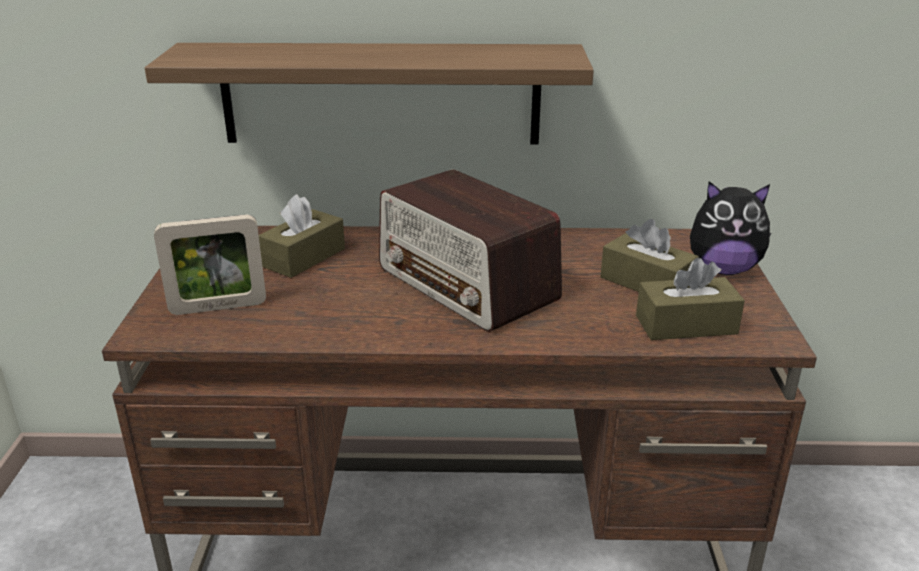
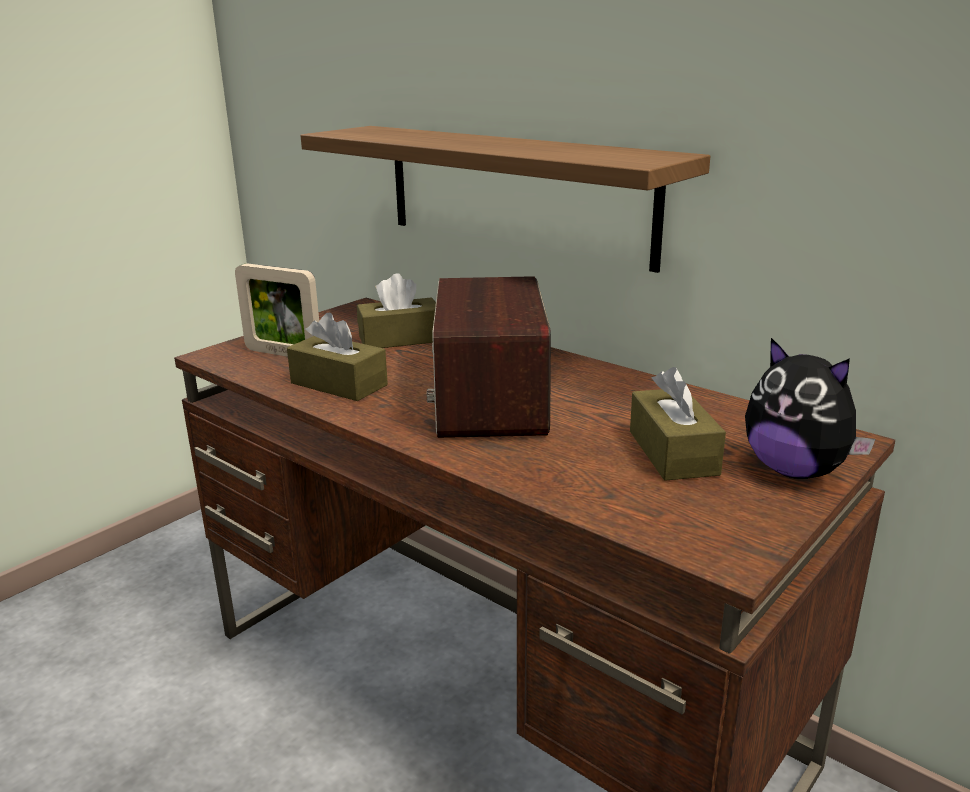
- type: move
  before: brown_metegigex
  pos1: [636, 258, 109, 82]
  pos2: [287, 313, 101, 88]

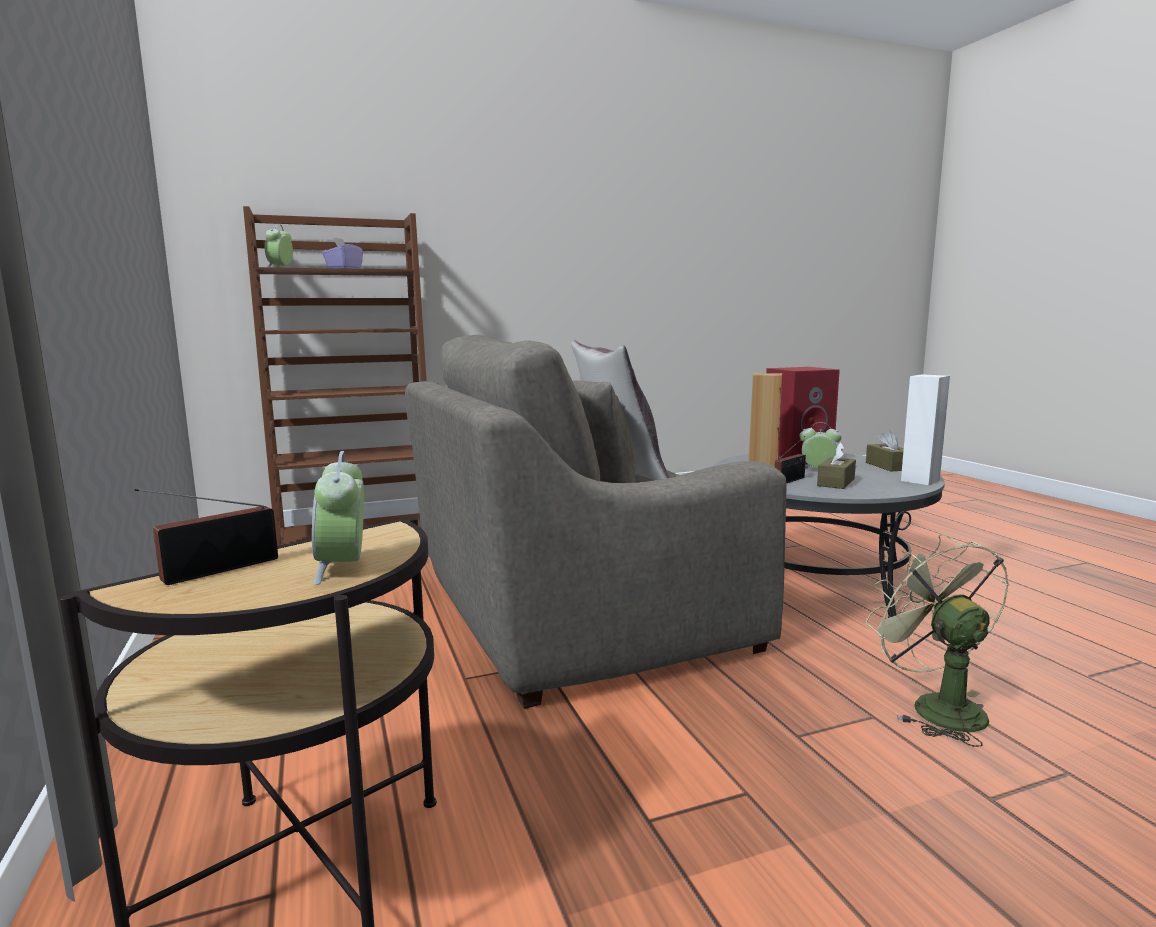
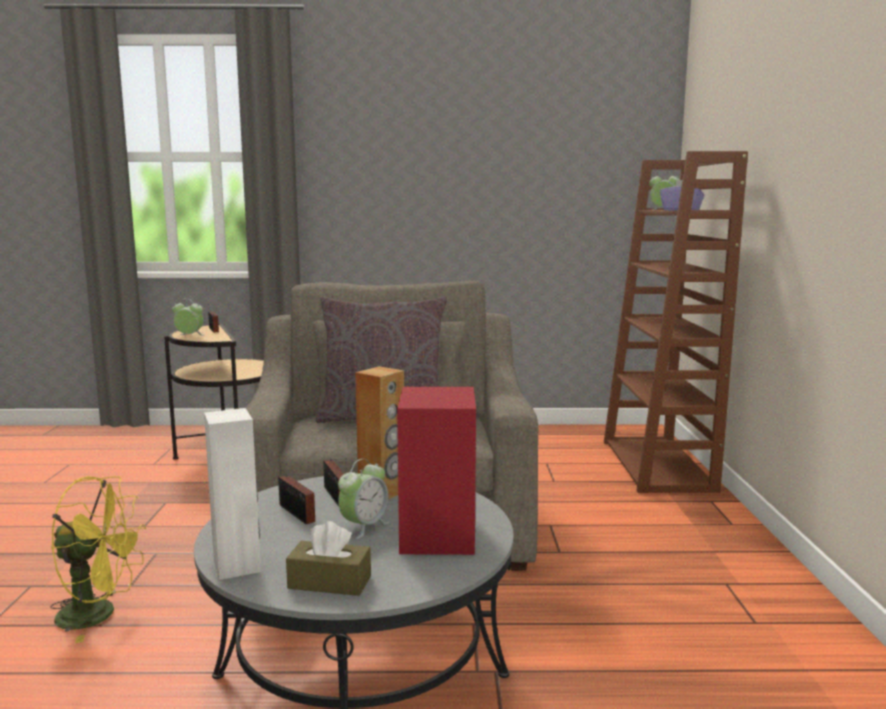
- type: recolor
  before: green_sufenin
  after: yellow_sufenin
  pos1: [865, 534, 144, 213]
  pos2: [51, 476, 95, 167]
- type: replace
  before: brown_metegigex
  after: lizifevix
  pos1: [817, 442, 39, 47]
  pos2: [278, 472, 37, 52]

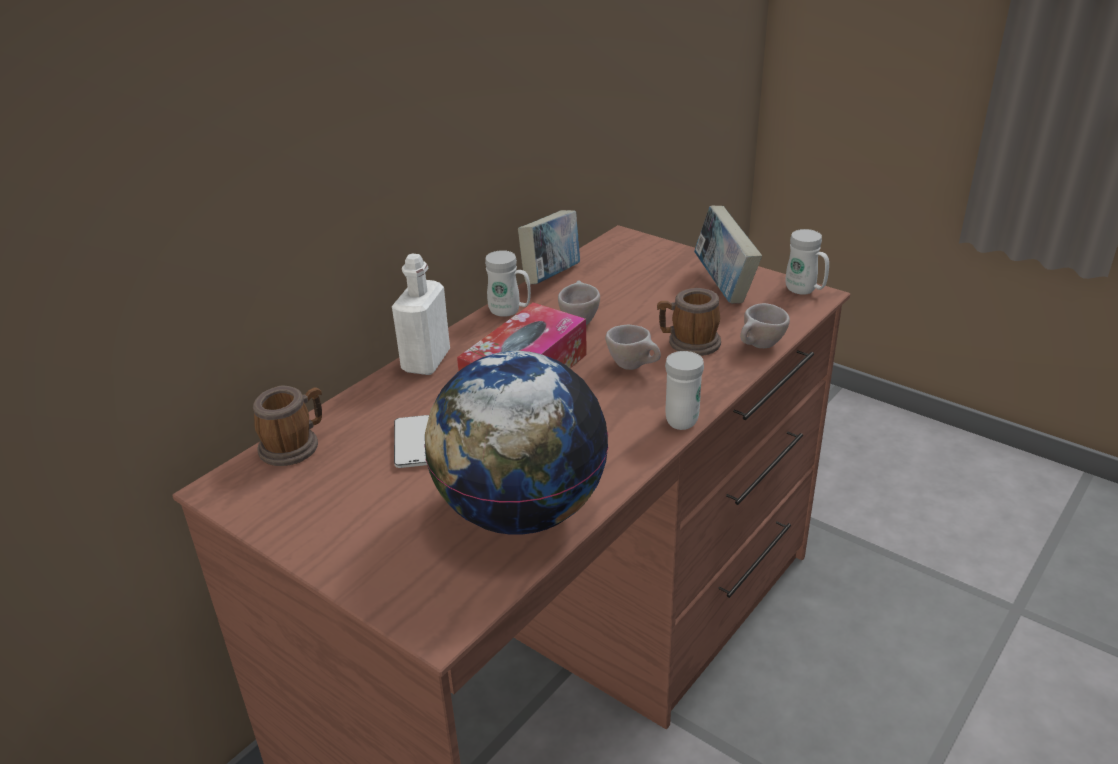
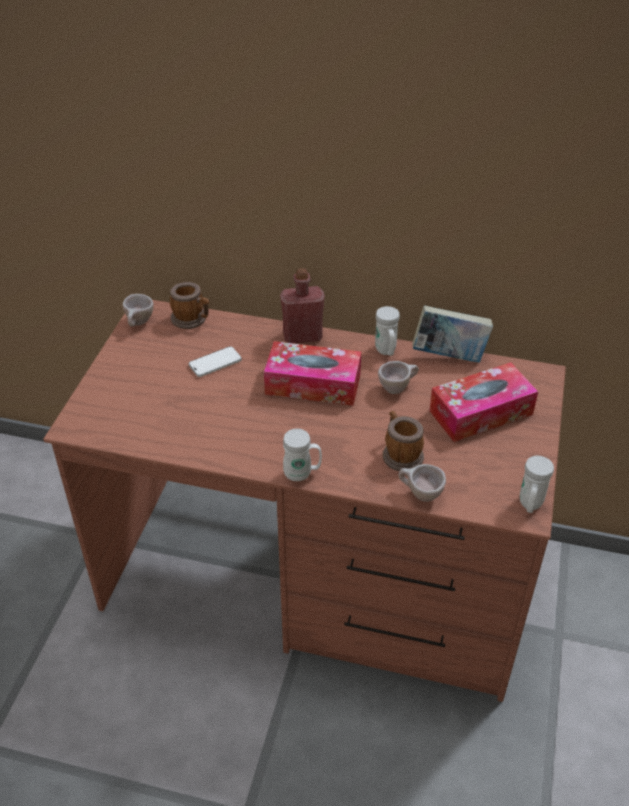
- type: move
  before: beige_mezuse
  pos1: [605, 325, 56, 45]
  pos2: [123, 294, 31, 33]
- type: recolor
  before: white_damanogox
  after: red_damanogox
  pos1: [392, 254, 58, 121]
  pos2: [280, 268, 45, 75]
- type: insert
  after: metegigex
  pos2: [429, 362, 109, 80]
- type: delete
  before: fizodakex
  pos1: [424, 351, 185, 184]
- type: delete
  before: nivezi
  pos1: [694, 206, 68, 98]

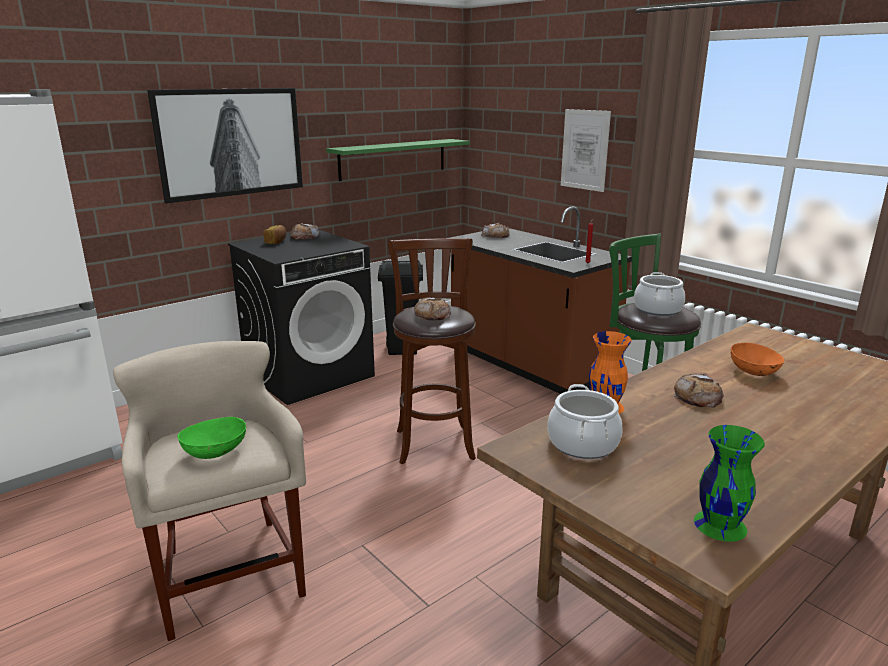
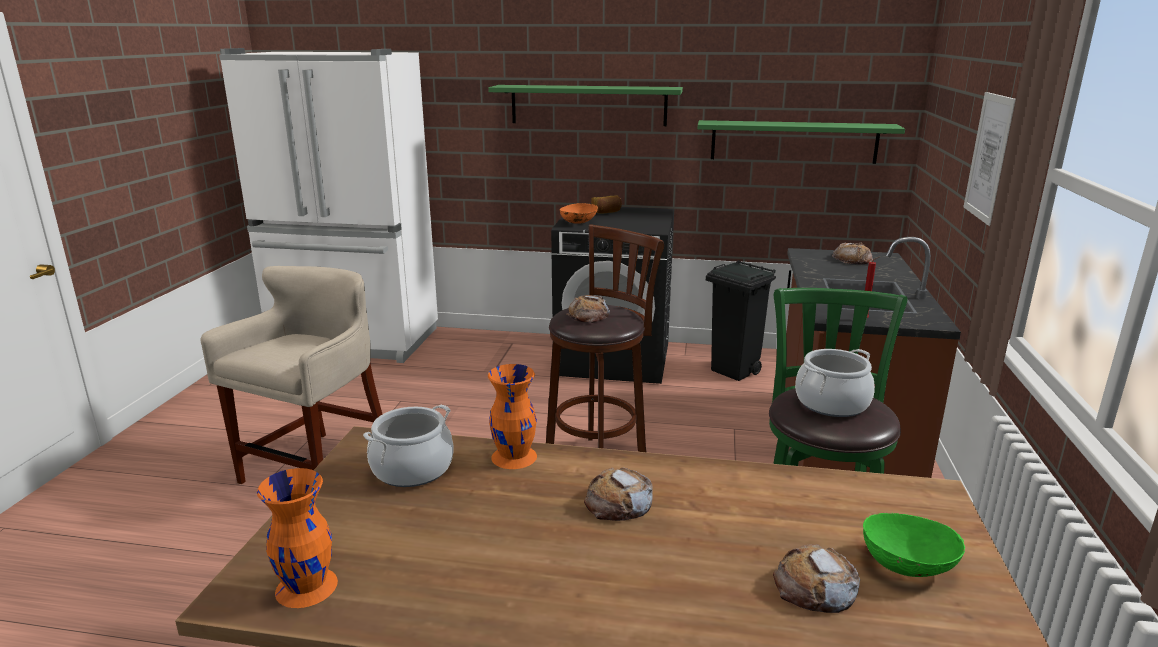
- type: recolor
  before: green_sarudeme
  after: orange_sarudeme
  pos1: [694, 425, 71, 117]
  pos2: [257, 468, 81, 140]
- type: replace
  before: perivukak
  after: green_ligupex
  pos1: [147, 88, 156, 115]
  pos2: [488, 85, 195, 41]
- type: move
  before: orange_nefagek
  pos1: [731, 343, 54, 33]
  pos2: [560, 203, 38, 21]
- type: move
  before: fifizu
  pos1: [291, 223, 28, 17]
  pos2: [773, 544, 87, 69]
- type: move
  before: green_nefagek
  pos1: [178, 417, 68, 42]
  pos2: [863, 512, 102, 65]

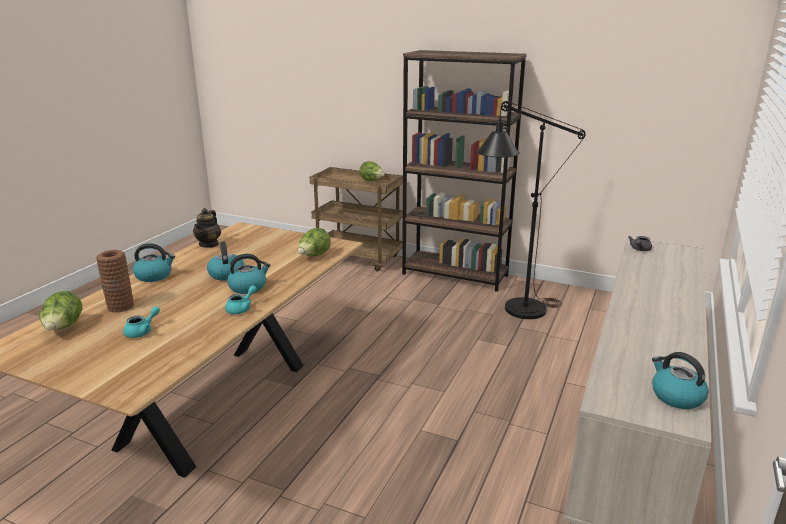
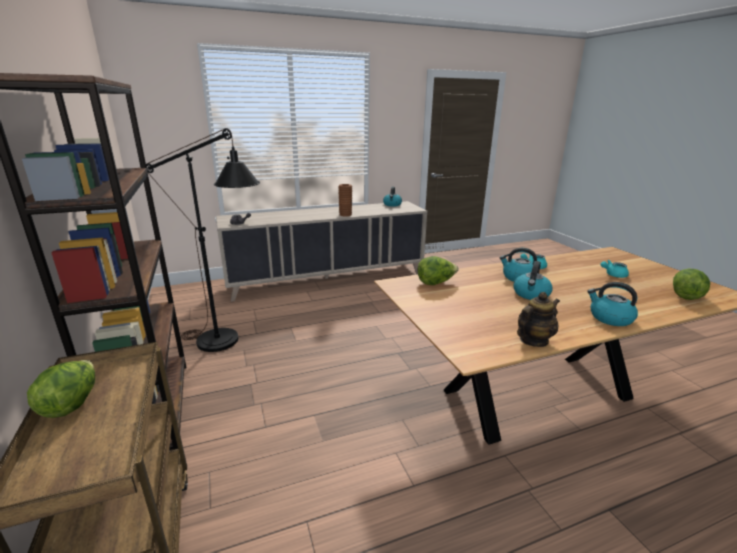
- type: move
  before: brown_sarudeme
  pos1: [96, 250, 38, 63]
  pos2: [339, 184, 13, 33]

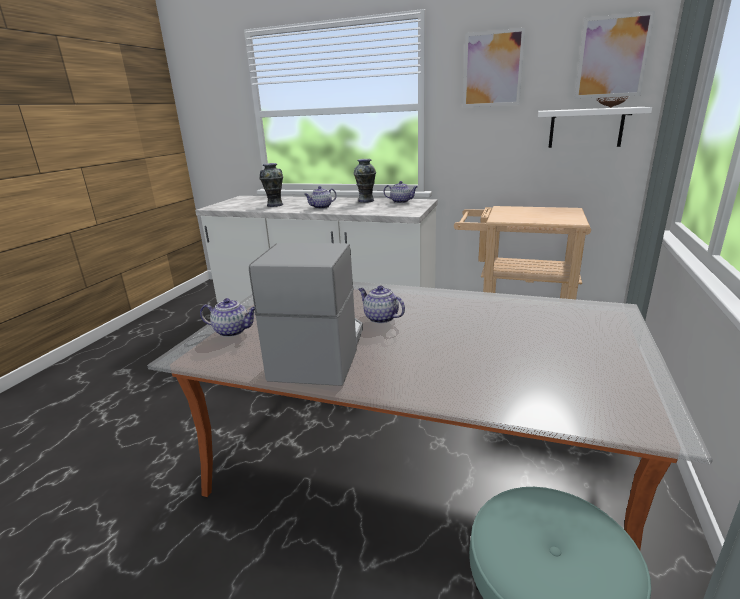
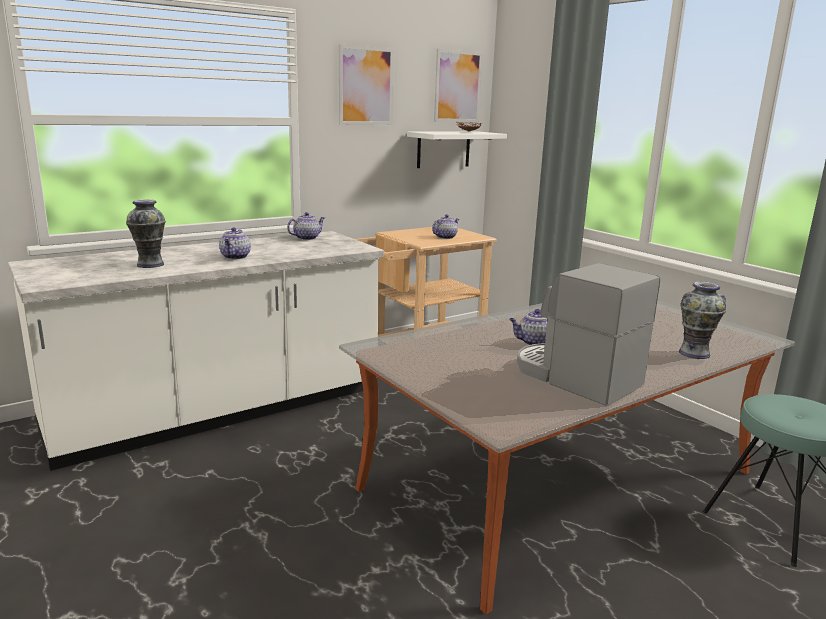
- type: move
  before: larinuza
  pos1: [200, 298, 55, 39]
  pos2: [432, 214, 27, 25]
- type: move
  before: sarudeme
  pos1: [353, 159, 23, 44]
  pos2: [679, 281, 47, 78]

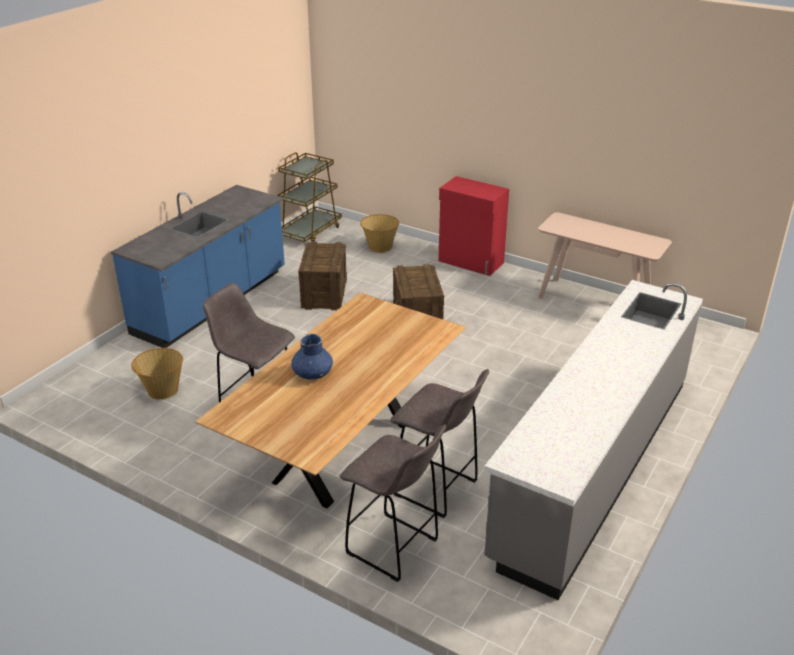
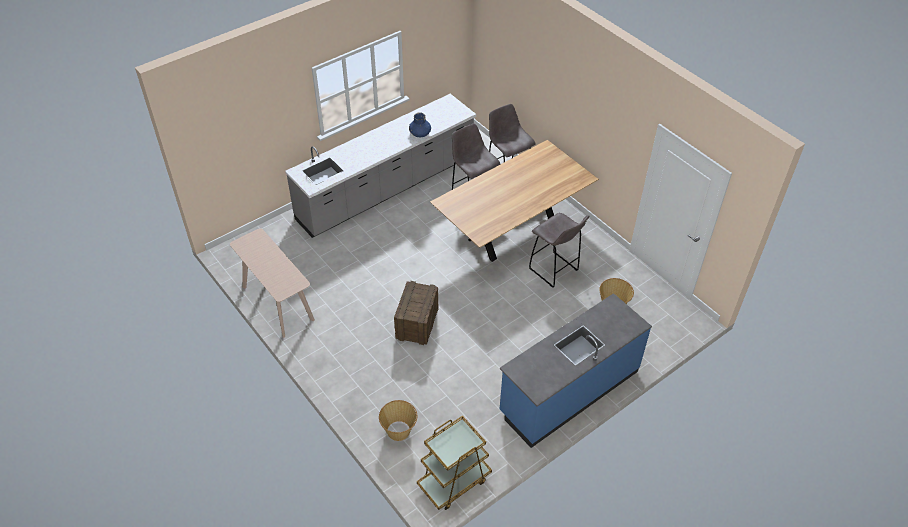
- type: move
  before: blue_sarudeme
  pos1: [291, 334, 42, 46]
  pos2: [409, 113, 22, 24]
- type: delete
  before: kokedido
  pos1: [298, 242, 49, 68]
- type: delete
  before: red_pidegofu
  pos1: [438, 176, 71, 100]

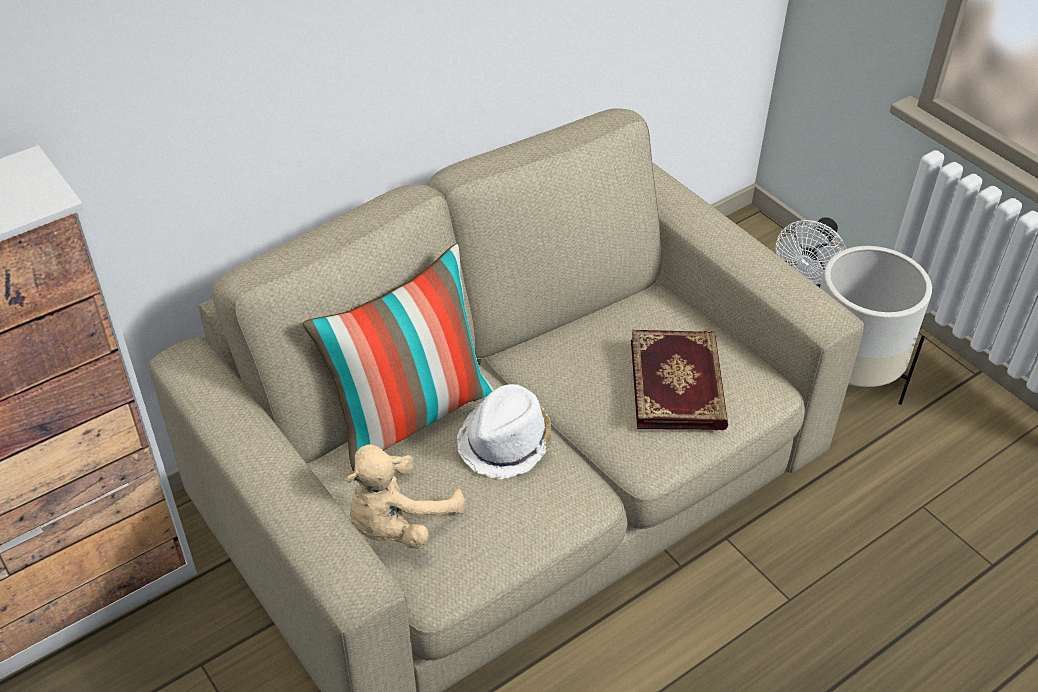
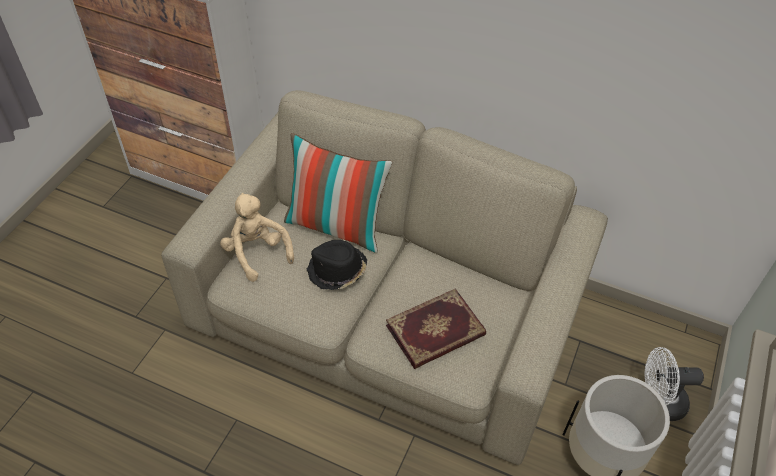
- type: rotate
  before: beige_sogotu
  pos1: [346, 444, 119, 105]
  pos2: [220, 193, 74, 89]
  turn: 45
- type: recolor
  before: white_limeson
  after: black_limeson
  pos1: [457, 384, 96, 95]
  pos2: [306, 240, 61, 50]

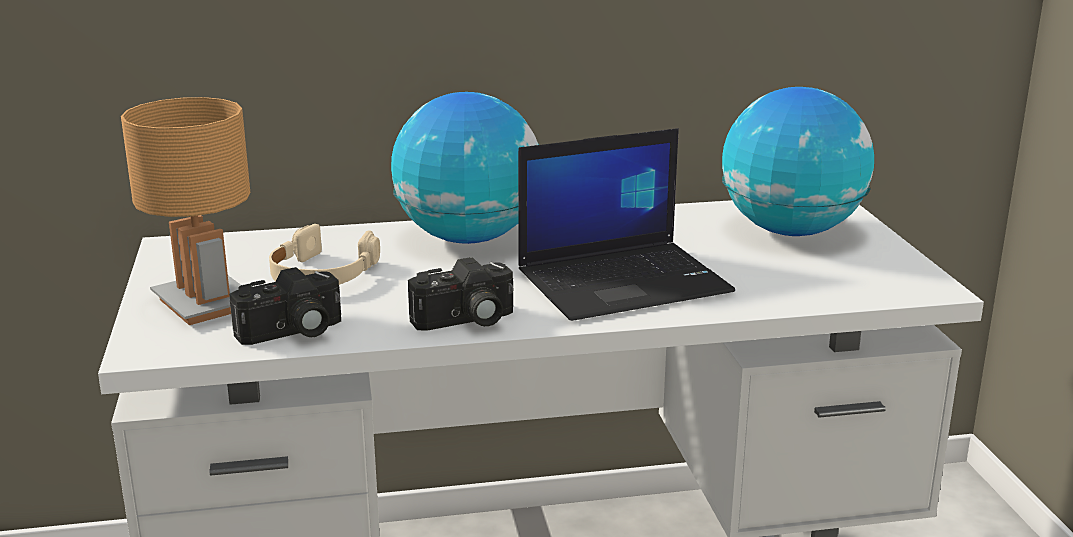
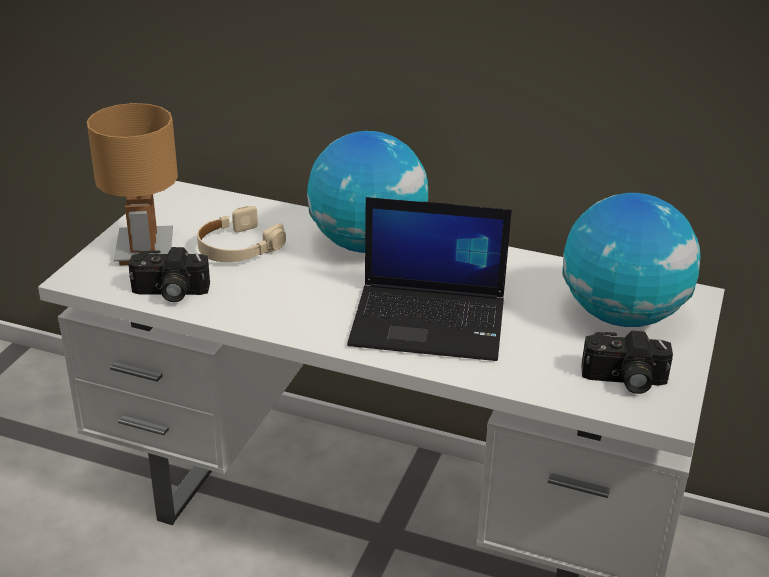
- type: move
  before: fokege
  pos1: [408, 257, 106, 74]
  pos2: [581, 331, 92, 63]

